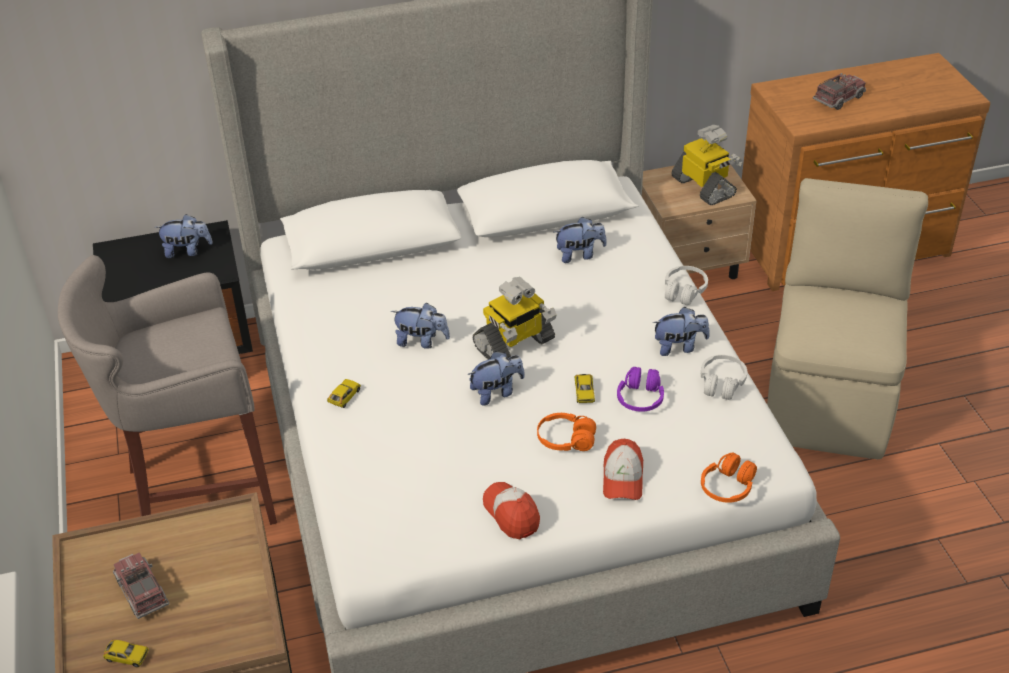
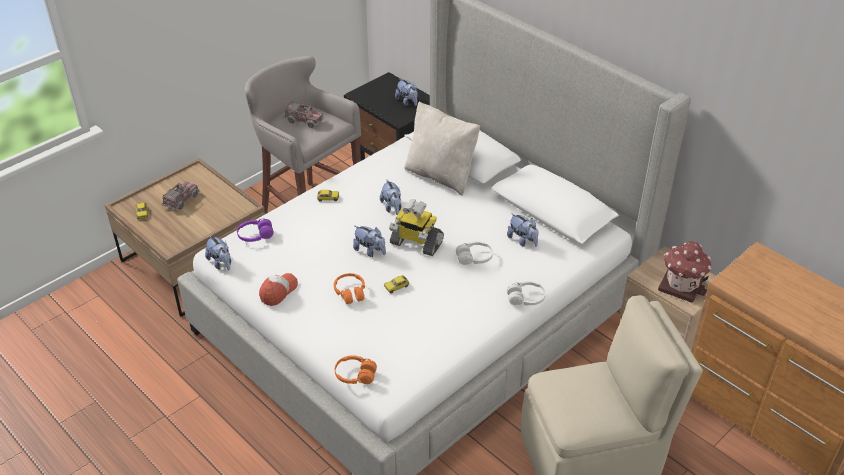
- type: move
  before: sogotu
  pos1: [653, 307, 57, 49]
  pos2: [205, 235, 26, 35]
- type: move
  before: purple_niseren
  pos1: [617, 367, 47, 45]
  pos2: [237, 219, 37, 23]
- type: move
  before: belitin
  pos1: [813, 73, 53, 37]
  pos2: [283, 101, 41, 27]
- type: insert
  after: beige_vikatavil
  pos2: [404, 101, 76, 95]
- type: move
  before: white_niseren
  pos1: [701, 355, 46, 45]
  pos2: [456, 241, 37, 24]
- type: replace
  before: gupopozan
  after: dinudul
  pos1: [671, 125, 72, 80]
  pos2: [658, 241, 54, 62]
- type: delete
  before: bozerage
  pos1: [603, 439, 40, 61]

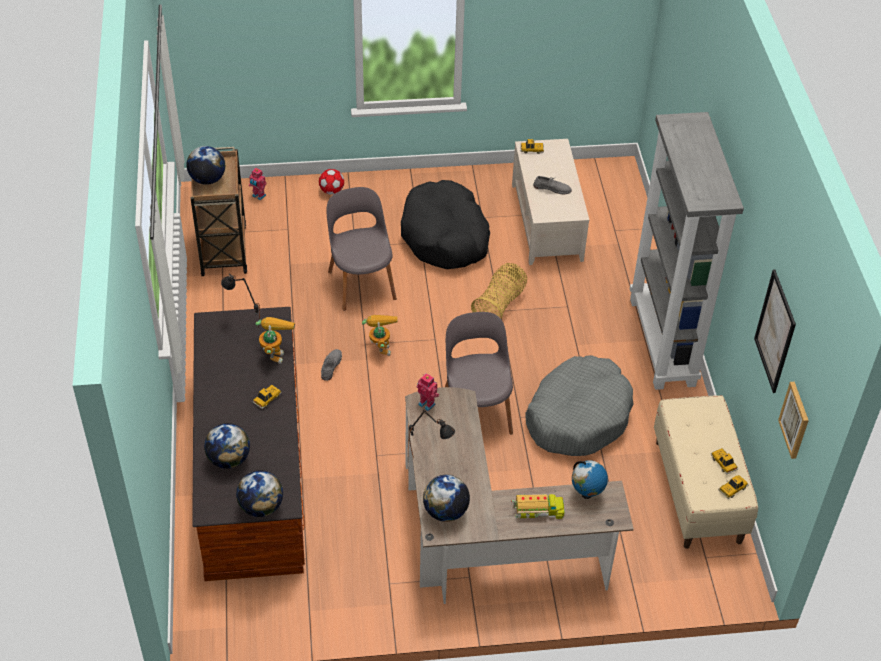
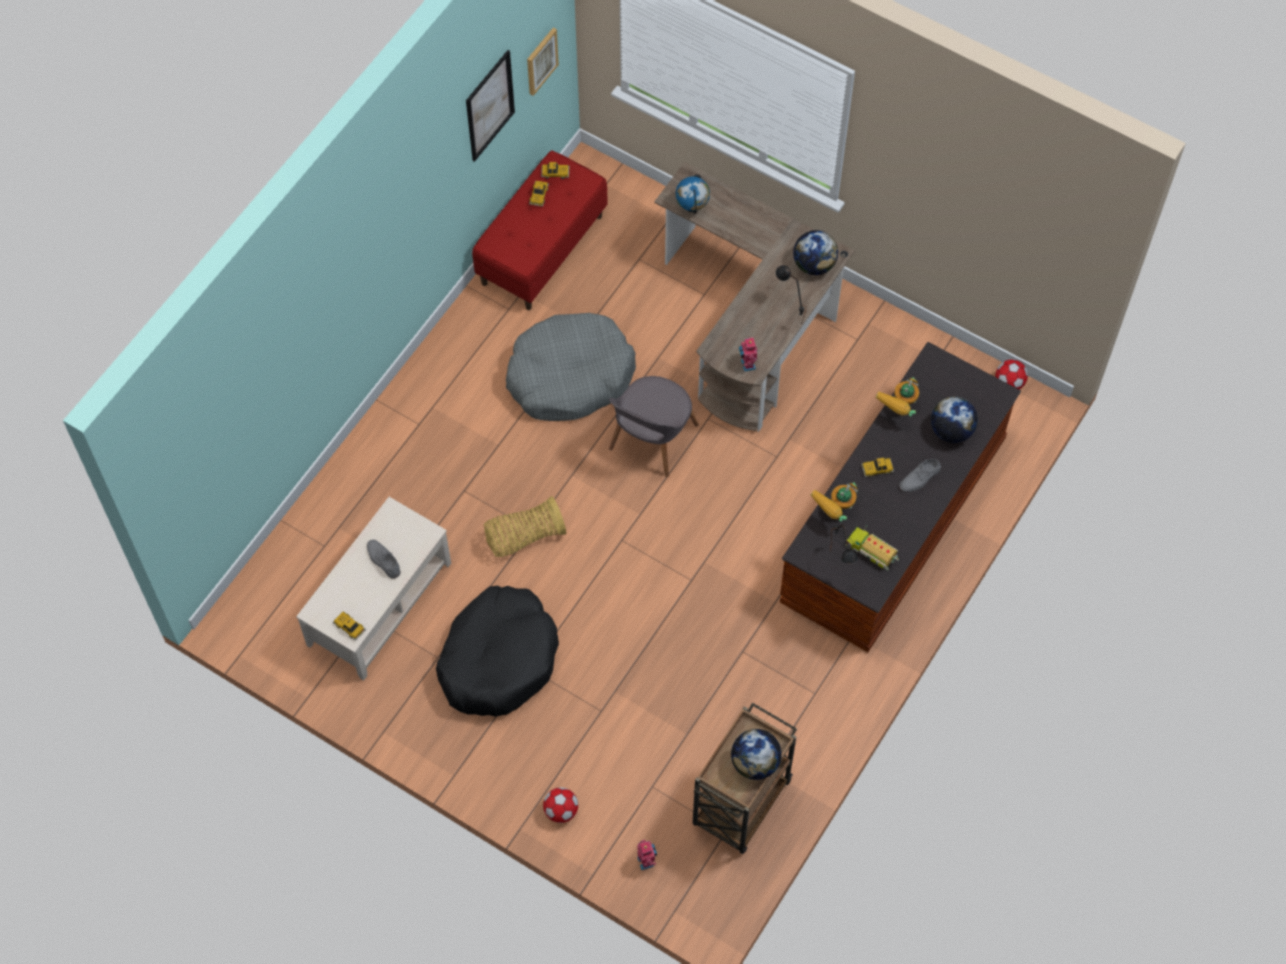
- type: recolor
  before: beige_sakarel
  after: red_sakarel
  pos1: [654, 395, 104, 154]
  pos2: [472, 151, 135, 159]
- type: move
  before: belitin
  pos1: [510, 494, 55, 25]
  pos2: [846, 525, 53, 45]
- type: move
  before: gupopozan
  pos1: [362, 315, 36, 41]
  pos2: [876, 377, 43, 40]
- type: move
  before: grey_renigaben
  pos1: [321, 349, 21, 32]
  pos2: [899, 459, 42, 33]
- type: insert
  after: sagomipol
  pos2: [996, 359, 32, 30]
- type: delete
  before: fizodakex
  pos1: [236, 470, 47, 47]
- type: delete
  before: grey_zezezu
  pos1: [326, 187, 71, 124]
- type: delete
  before: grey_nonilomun
  pos1: [630, 112, 114, 278]

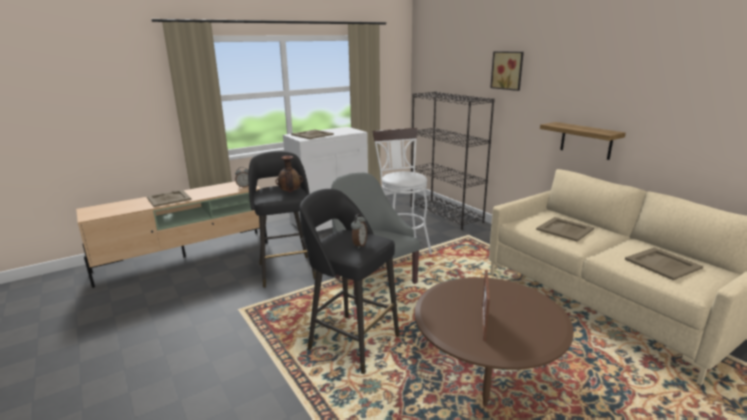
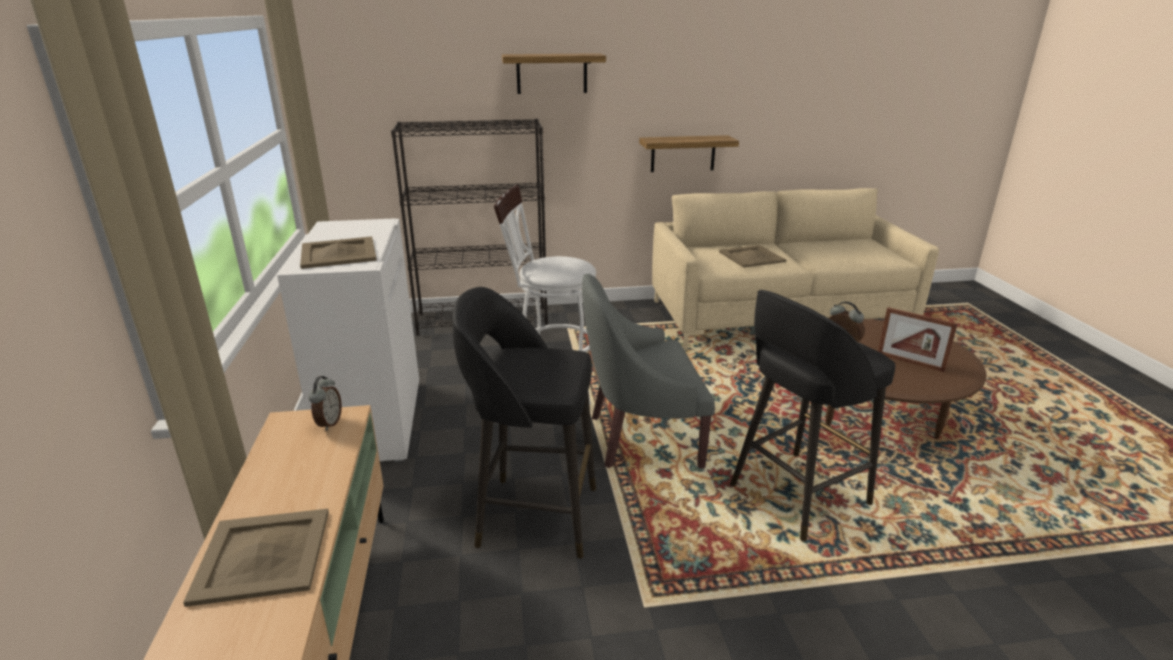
- type: replace
  before: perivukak
  after: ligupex
  pos1: [490, 51, 34, 40]
  pos2: [502, 53, 104, 41]
- type: delete
  before: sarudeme
  pos1: [275, 156, 28, 37]
- type: delete
  before: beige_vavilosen
  pos1: [625, 247, 78, 33]

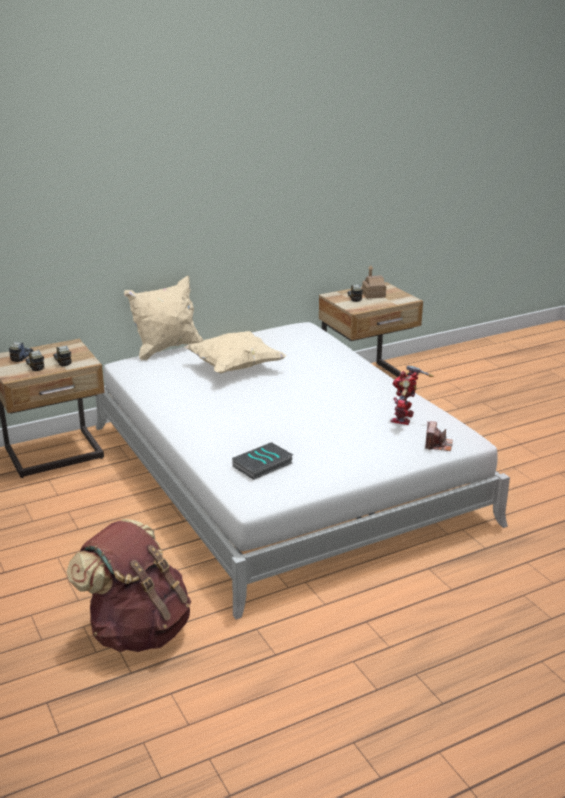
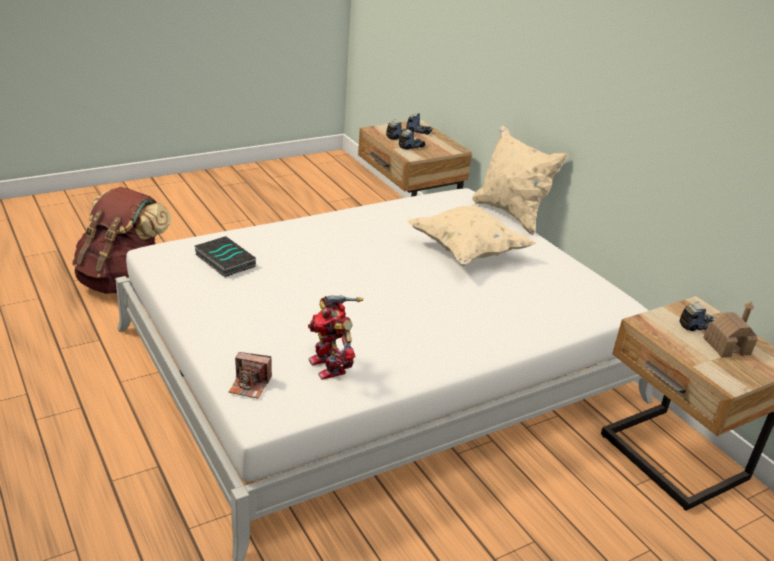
- type: rotate
  before: gupopozan
  pos1: [390, 365, 44, 60]
  pos2: [308, 295, 55, 85]
  turn: -135

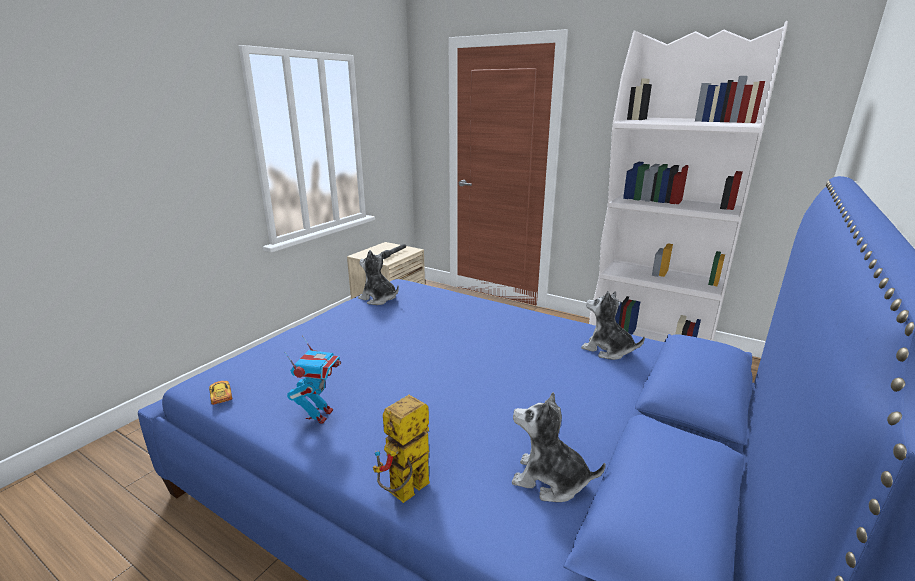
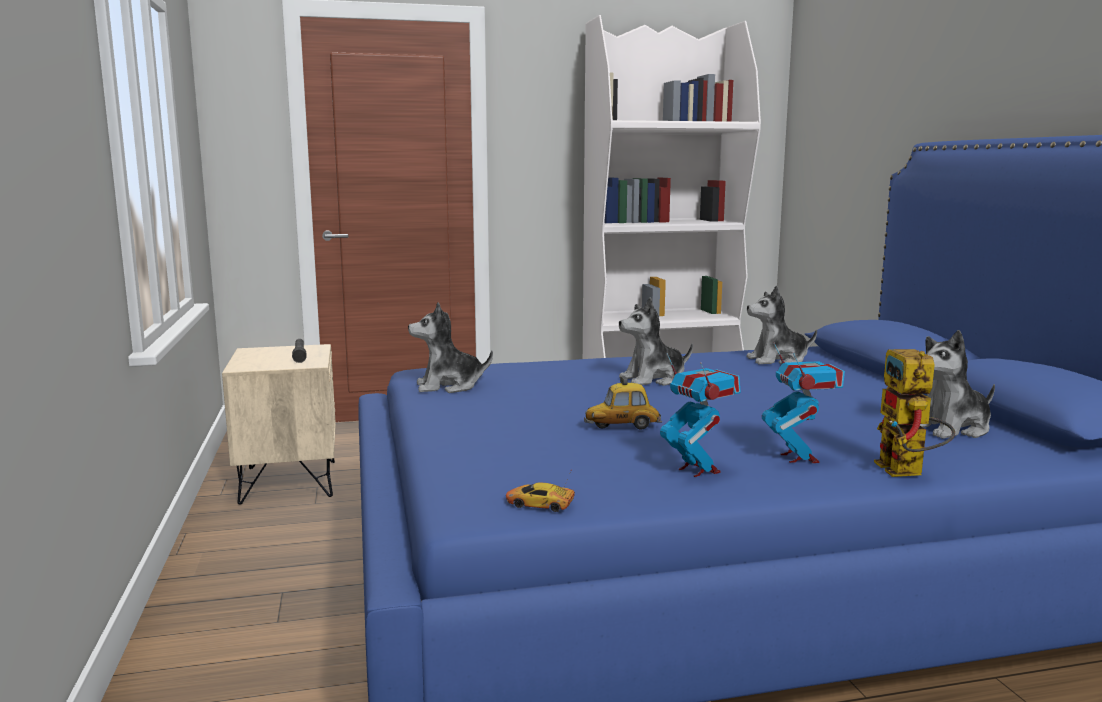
- type: insert
  after: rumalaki
  pos2: [584, 376, 78, 54]
- type: insert
  after: sogotu
  pos2: [619, 298, 74, 88]
- type: insert
  after: gupopozan
  pos2: [762, 343, 83, 120]

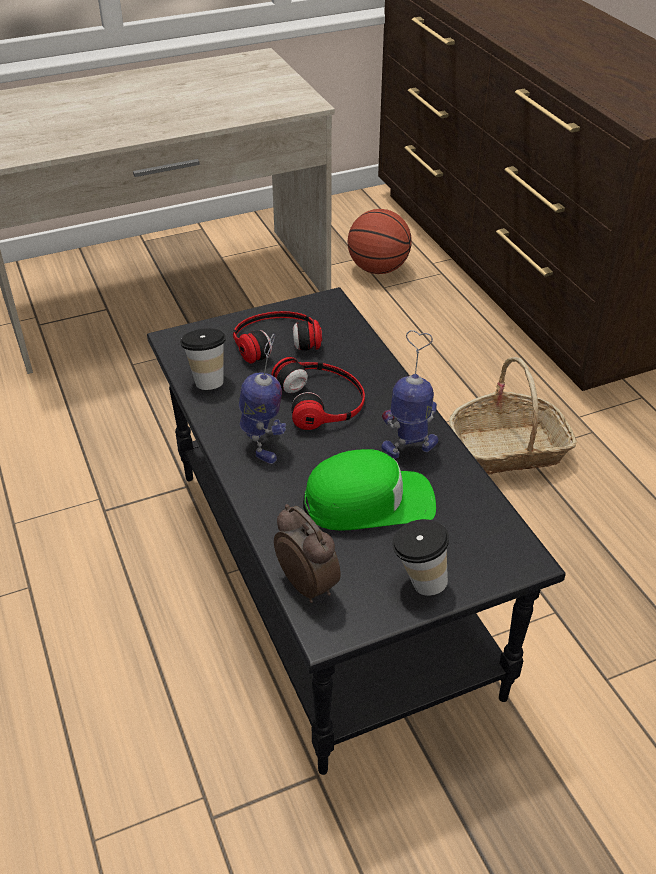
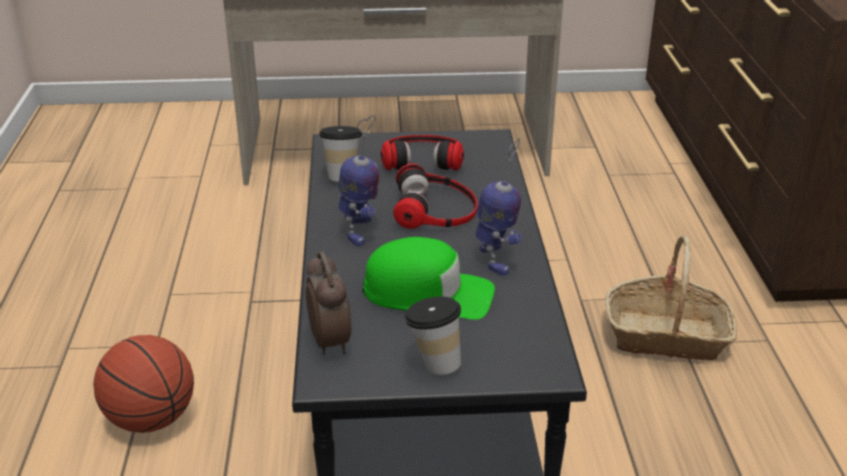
- type: move
  before: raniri
  pos1: [347, 209, 65, 65]
  pos2: [93, 335, 101, 98]
- type: rotate
  before: gupopozan
  pos1: [381, 330, 57, 129]
  pos2: [475, 138, 47, 138]
  turn: 75

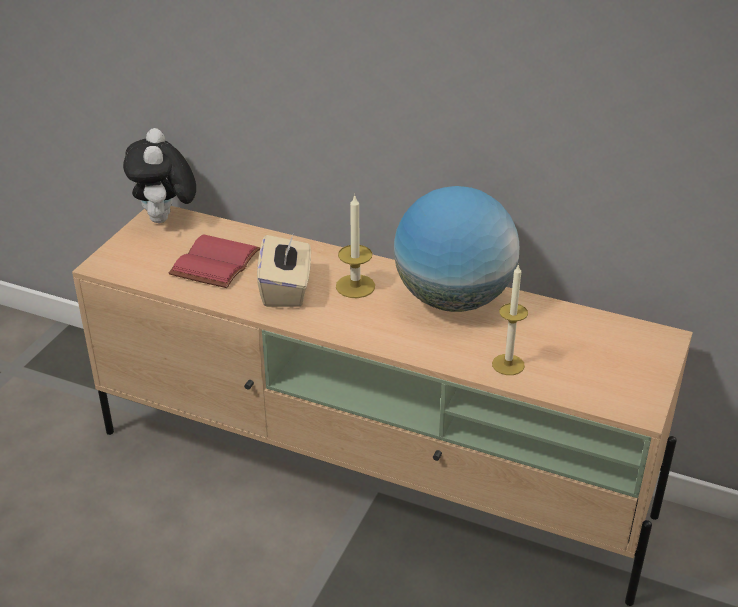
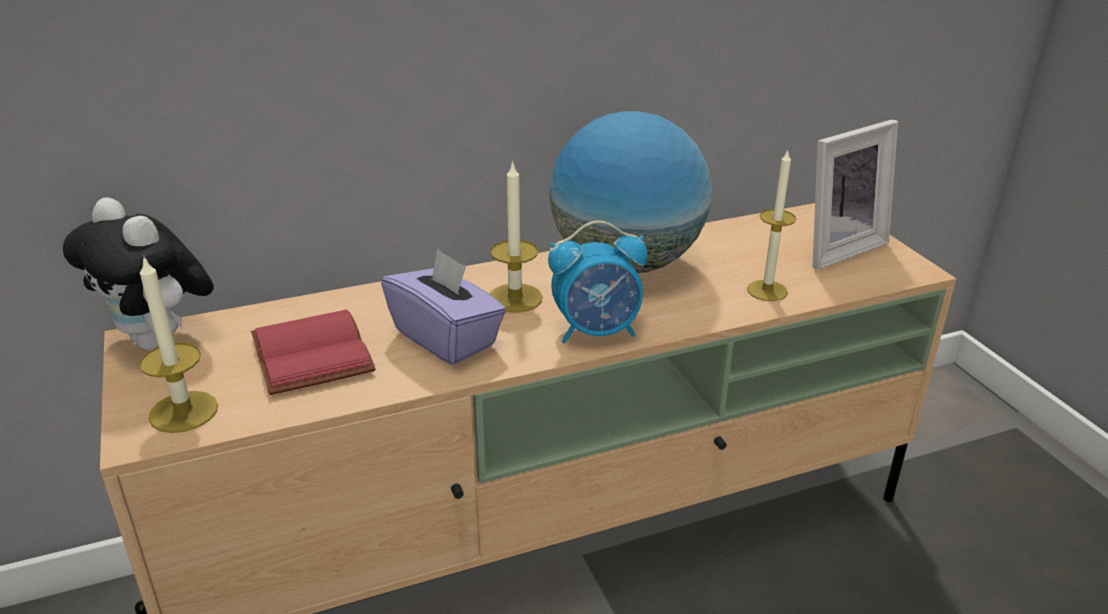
- type: insert
  after: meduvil
  pos2: [139, 255, 79, 178]
- type: recolor
  before: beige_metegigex
  after: purple_metegigex
  pos1: [257, 235, 54, 72]
  pos2: [381, 248, 125, 117]
- type: insert
  after: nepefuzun
  pos2: [548, 220, 100, 123]
- type: insert
  after: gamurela
  pos2: [812, 119, 86, 151]

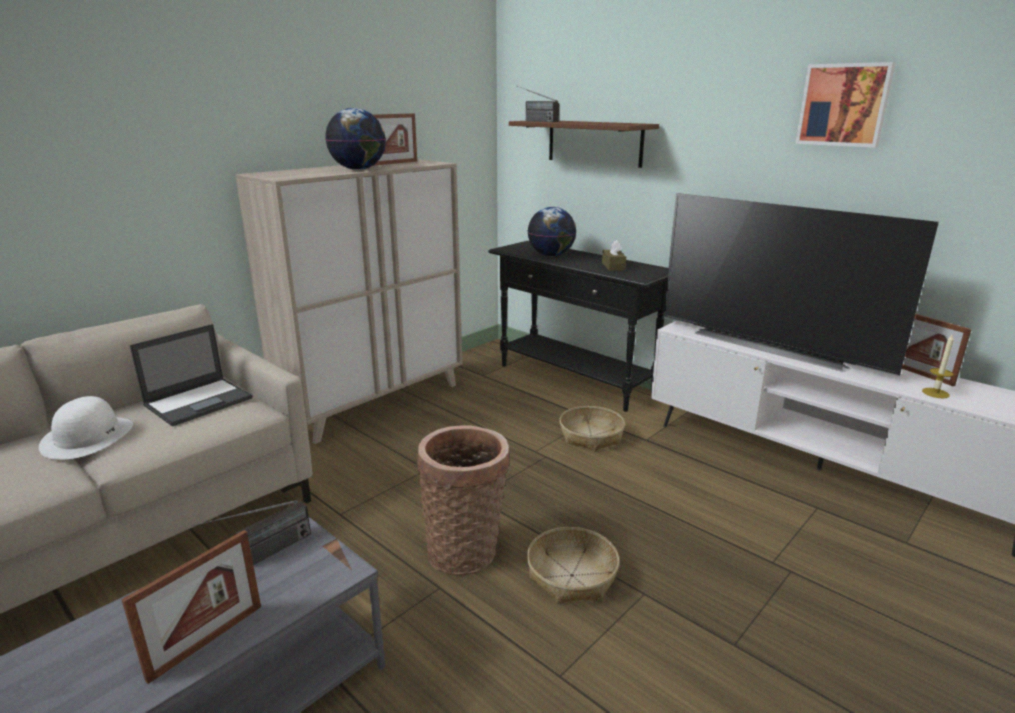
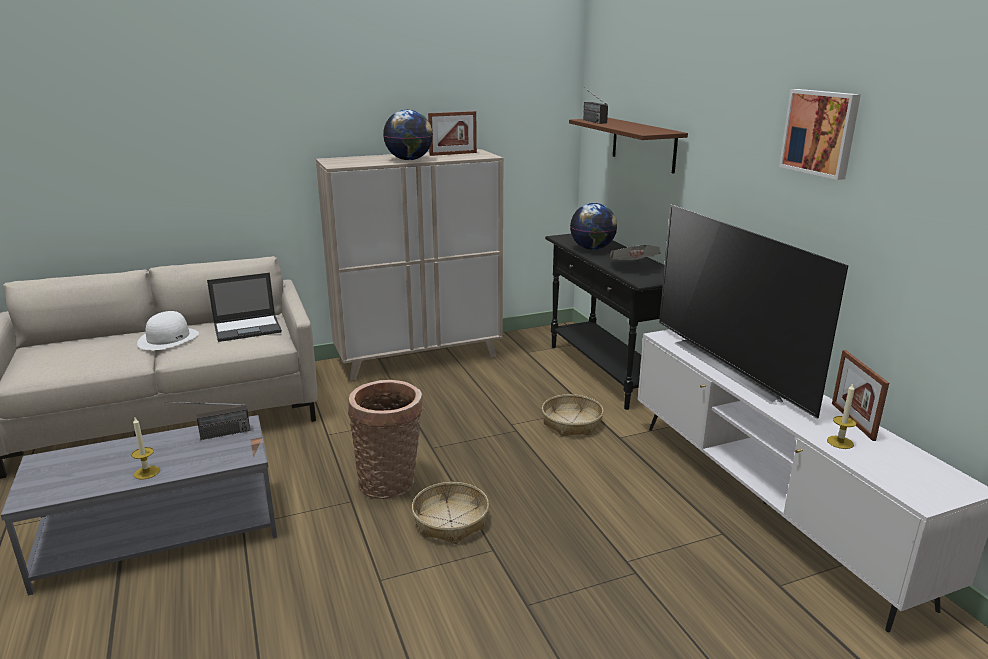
- type: replace
  before: gamurela
  after: meduvil
  pos1: [121, 530, 140, 154]
  pos2: [131, 418, 29, 62]
- type: replace
  before: brown_metegigex
  after: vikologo
  pos1: [602, 240, 24, 31]
  pos2: [610, 245, 51, 15]

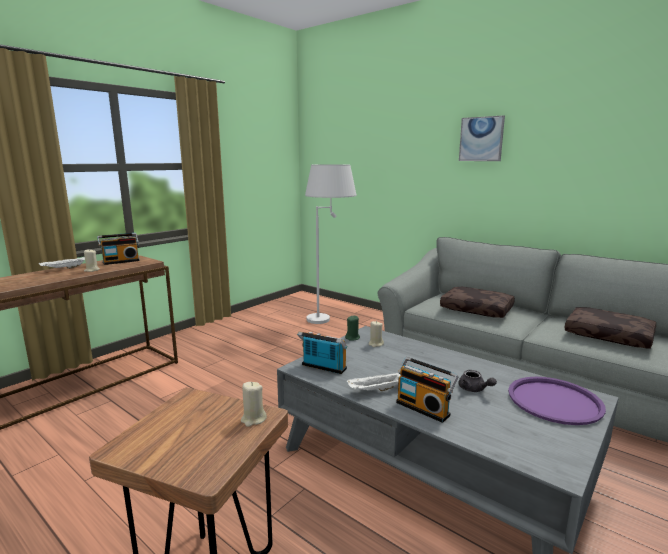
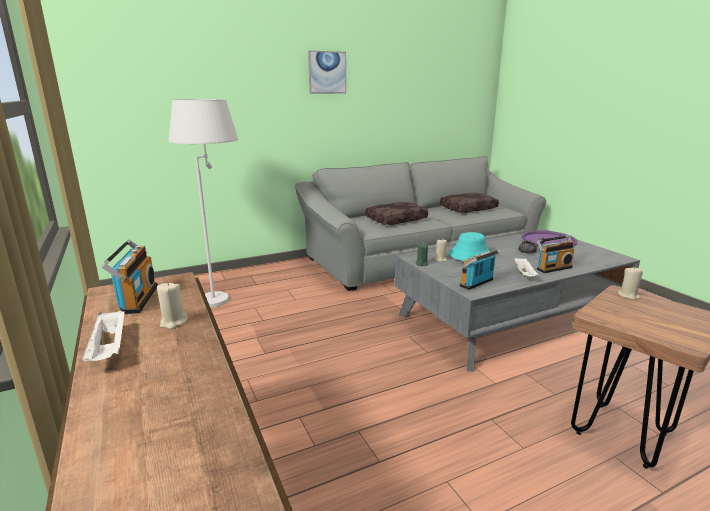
- type: insert
  after: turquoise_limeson
  pos2: [449, 232, 40, 29]

